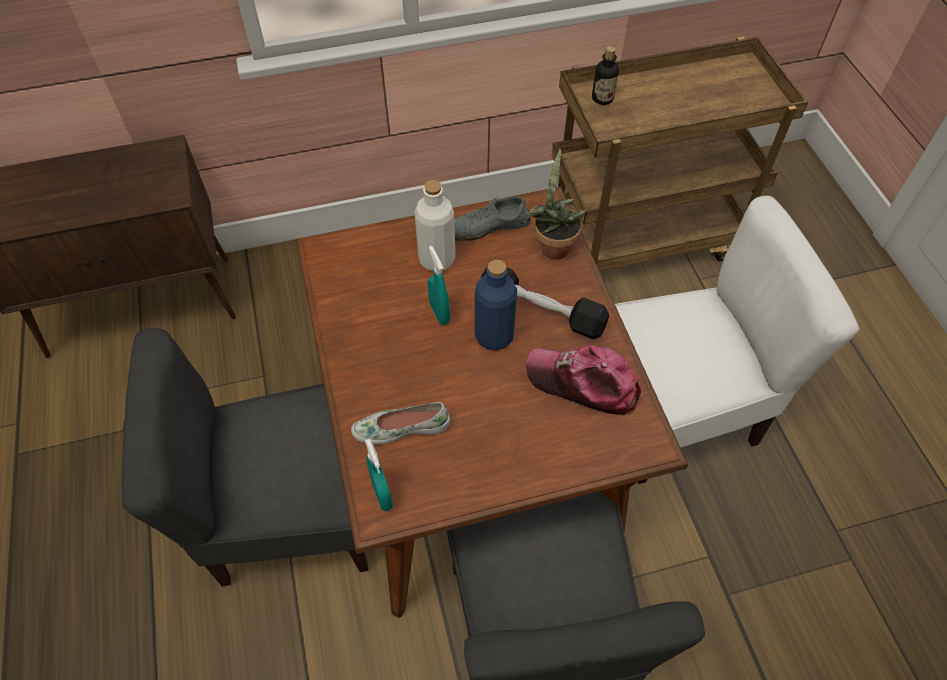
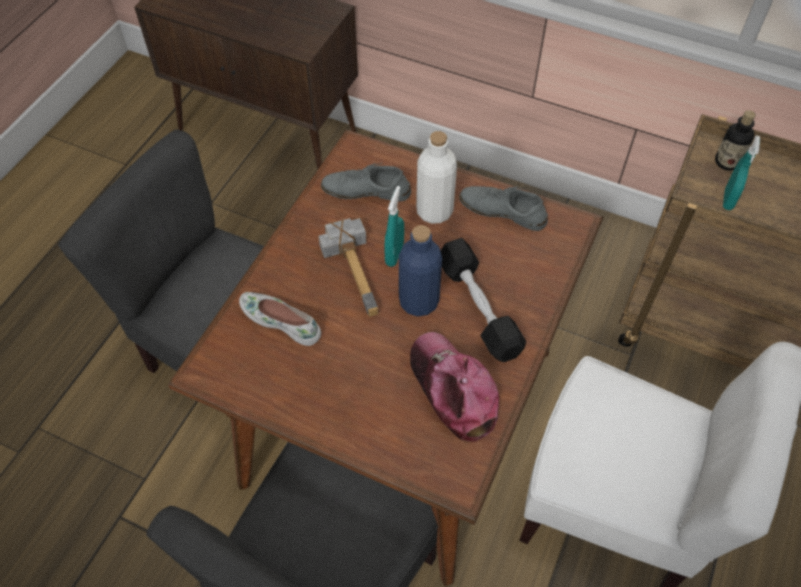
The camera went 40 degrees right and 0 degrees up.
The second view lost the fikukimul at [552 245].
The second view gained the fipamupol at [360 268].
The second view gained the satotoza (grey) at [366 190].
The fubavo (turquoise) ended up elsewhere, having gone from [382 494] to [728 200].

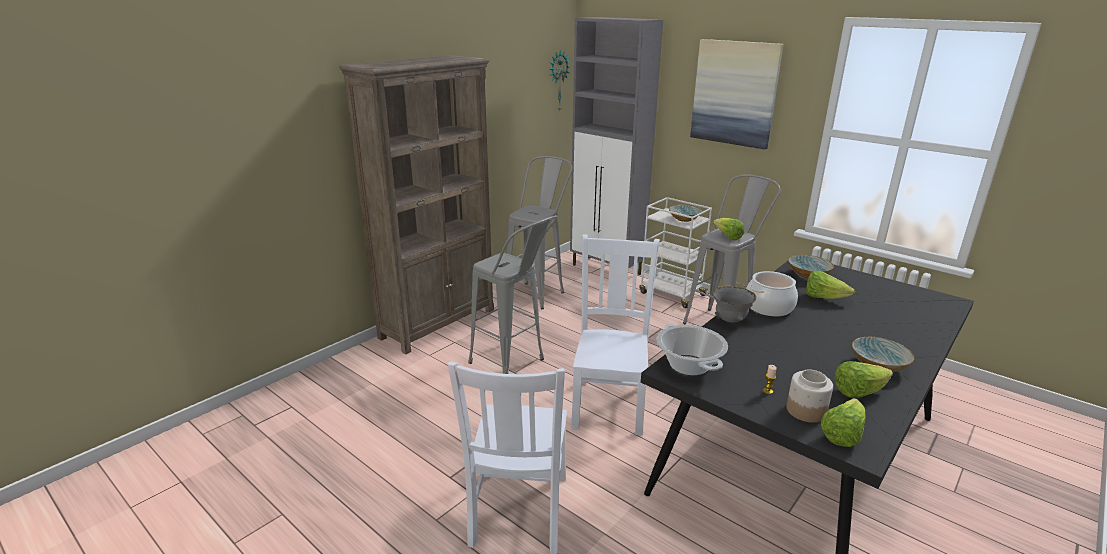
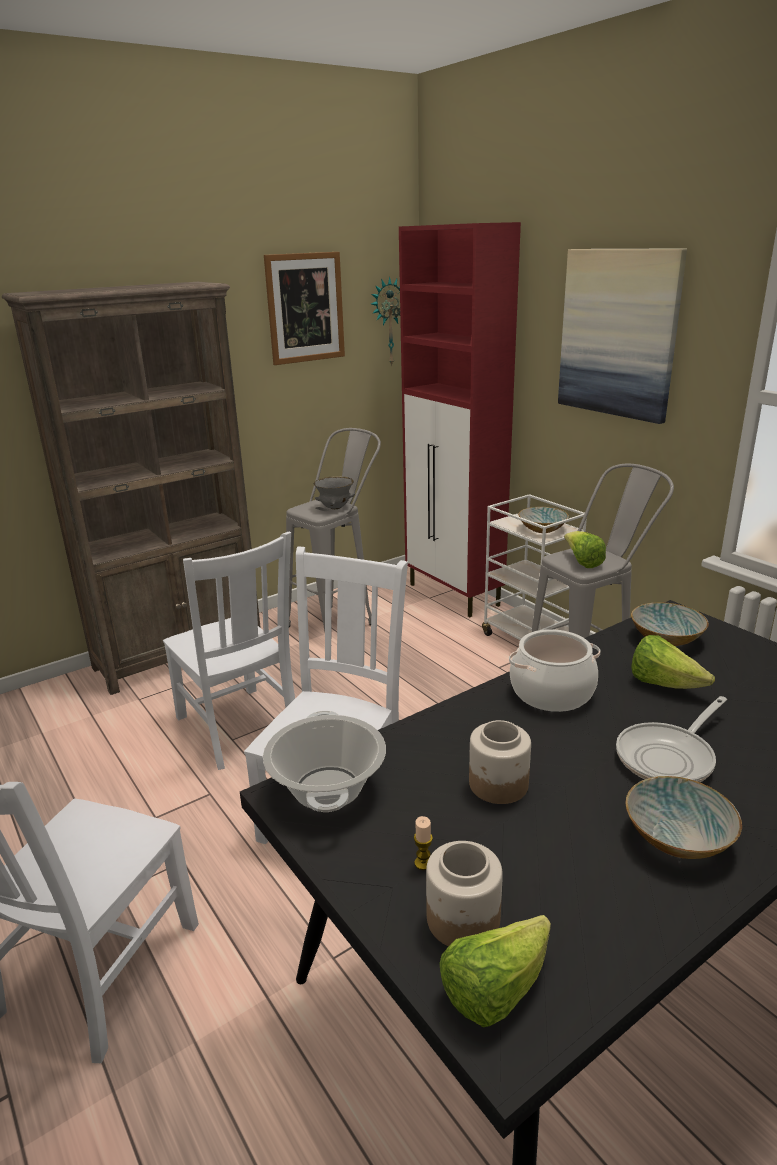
The camera went 15 degrees right and 0 degrees up.
The second view lost the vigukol at [858 392].
The second view gained the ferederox at [305 308].
The second view gained the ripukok at [498 785].
The second view gained the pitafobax at [669 757].
The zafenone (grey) ended up elsewhere, having gone from [730 320] to [335 508].
Where the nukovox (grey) stood at [514 365], the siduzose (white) came to stand at [239 728].
What was the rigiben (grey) at [607 270] turned into the rigiben (red) at [454 595].

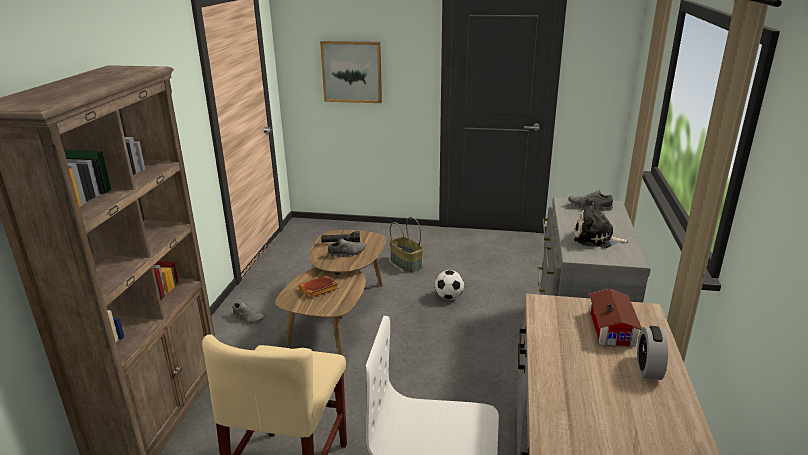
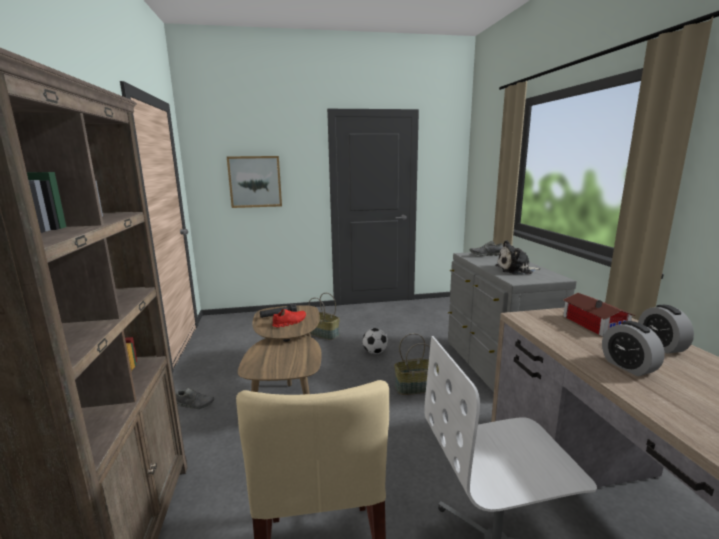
The camera went 20 degrees left and 10 degrees down.
The second view lost the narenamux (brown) at [318 290].
The second view gained the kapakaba at [416 387].
The second view gained the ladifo at [628 367].
What was the satotoza (grey) at [347 253] turned into the satotoza (red) at [289 322].

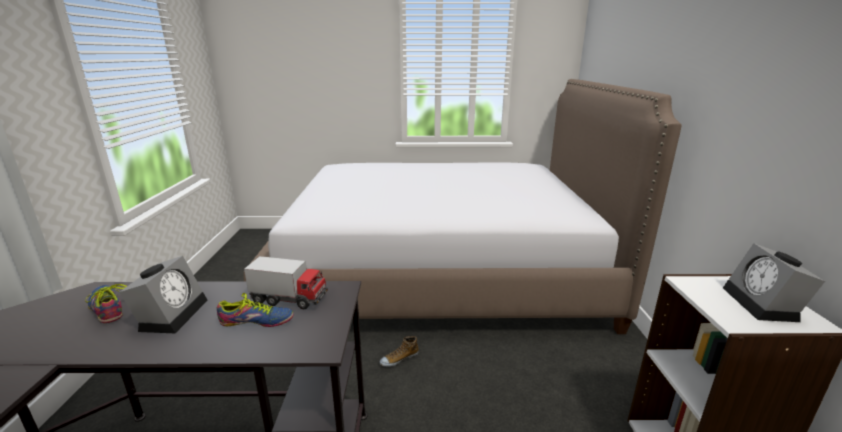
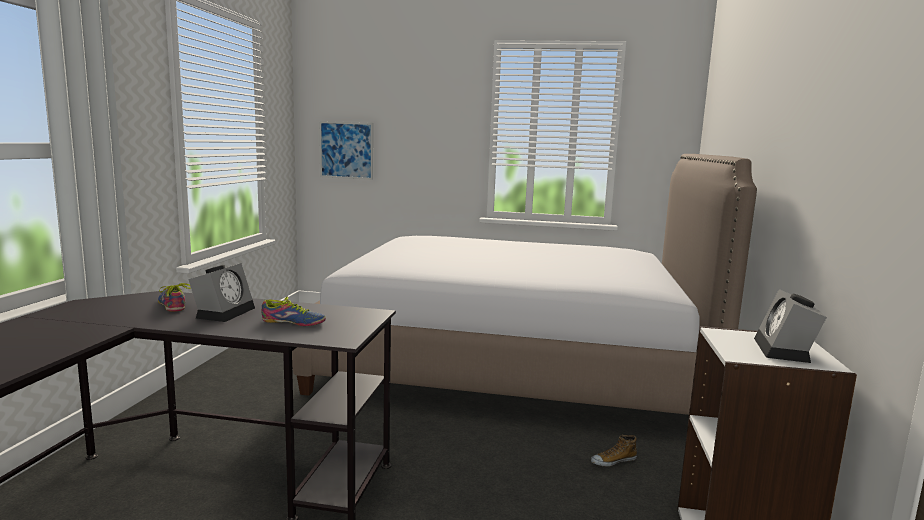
The camera went 10 degrees right and 10 degrees down.
The second view lost the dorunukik at [289 299].
The second view gained the ferederox at [346 150].
The satotoza ended up elsewhere, having gone from [399 358] to [613 461].

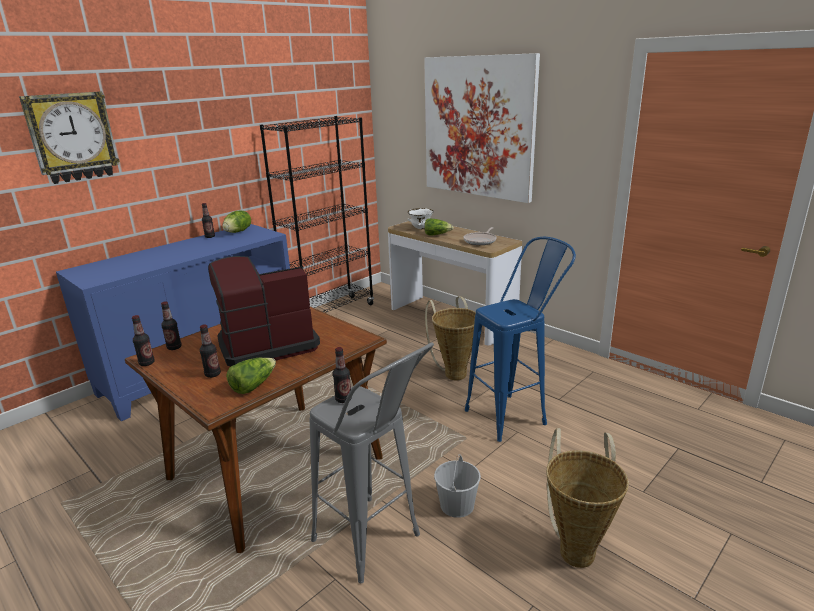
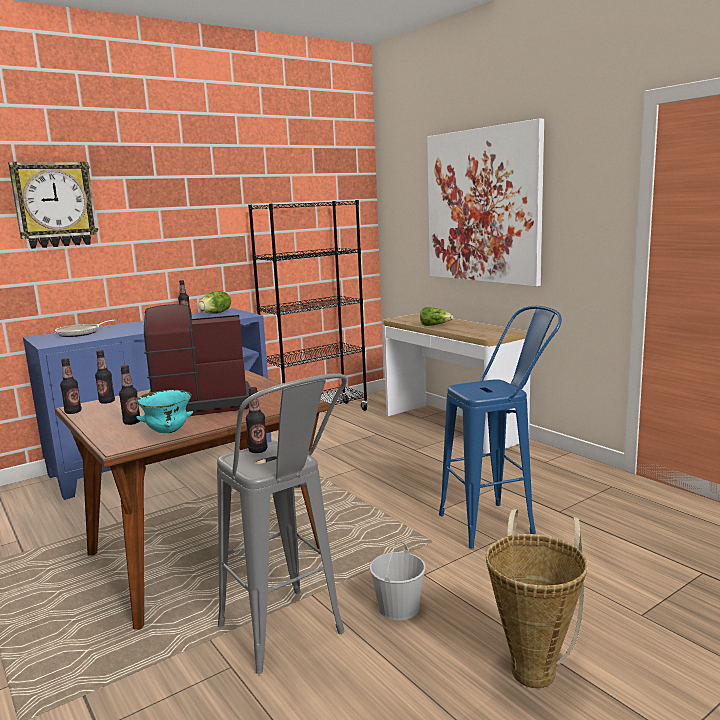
The camera went 10 degrees right and 10 degrees down.
The second view lost the zafenone (white) at [420 228].
The second view lost the kapakaba at [454 372].
The pitafobax ended up elsewhere, having gone from [480 241] to [80 333].
Where the vigukol stood at [253 385], the zafenone (turquoise) came to stand at [167 432].

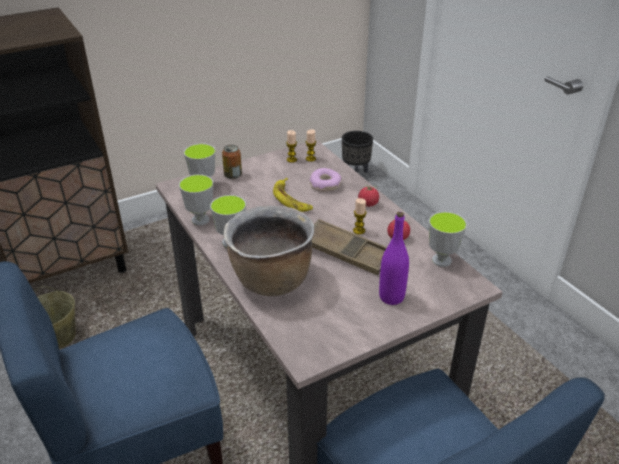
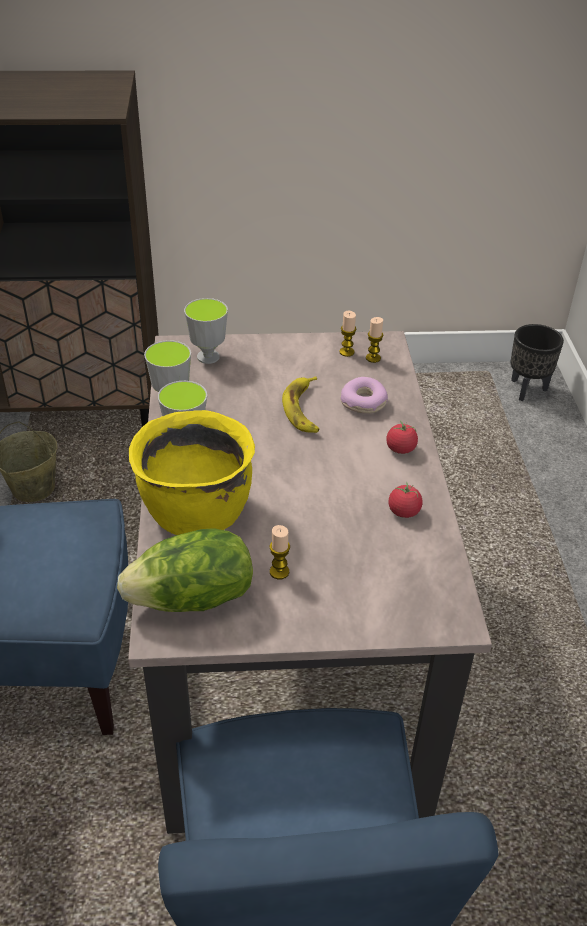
The camera went 25 degrees right and 5 degrees up.
The second view lost the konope at [233 175].
The second view lost the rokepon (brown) at [346 252].
The second view lost the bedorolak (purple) at [391 297].
The second view lost the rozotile at [441 260].
The second view gained the vigukol at [193 599].
The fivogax ended up elsewhere, having gone from [359 230] to [279 572].
What was the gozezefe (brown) at [271 280] turned into the gozezefe (yellow) at [195 513].

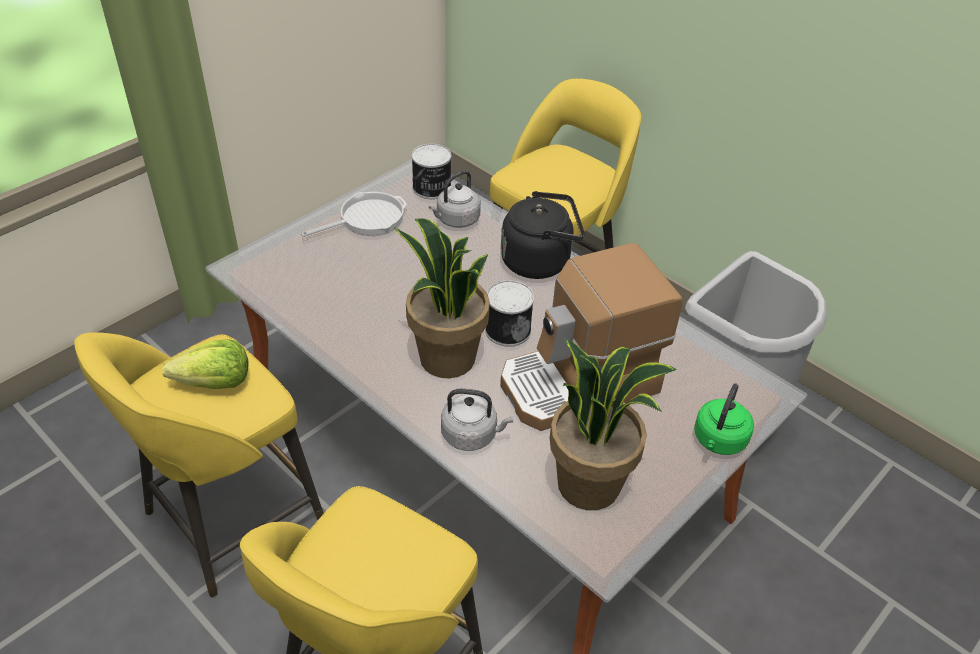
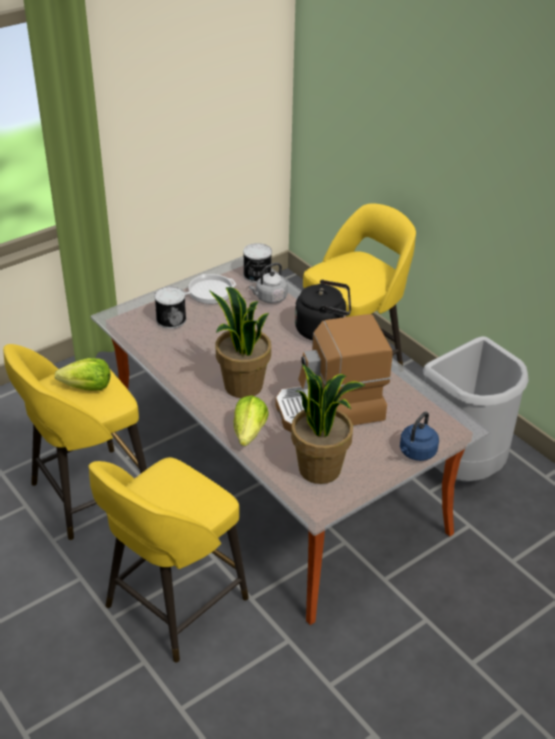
The camera went 10 degrees right and 5 degrees down.
The konope ended up elsewhere, having gone from [507 329] to [171 319].
Where the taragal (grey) stood at [472 435], the vigukol came to stand at [249 433].
What was the taragal (green) at [718 441] turned into the taragal (blue) at [416 453].

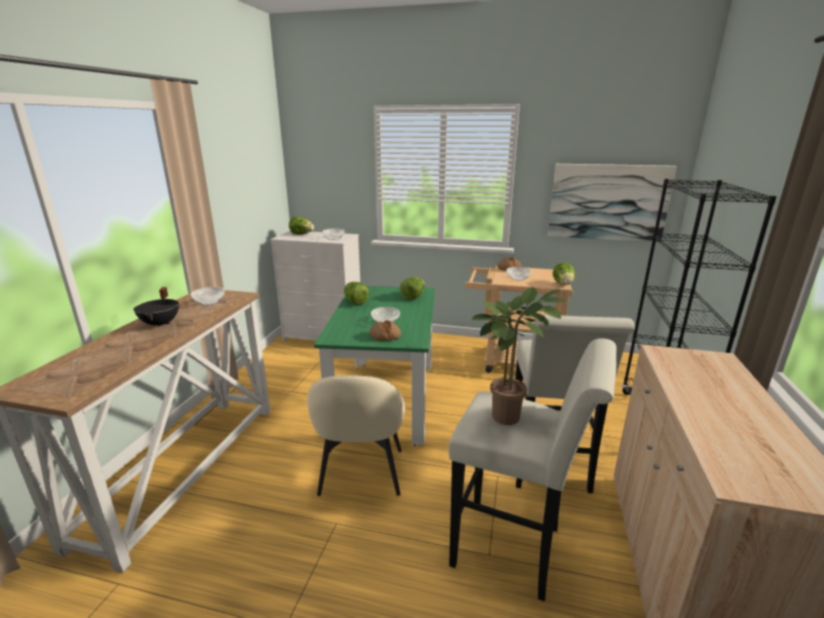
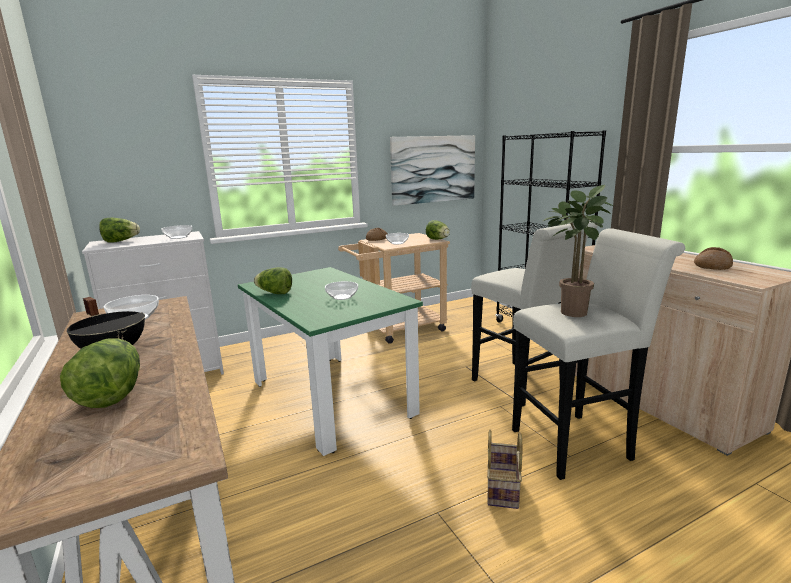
The camera went 40 degrees left and 5 degrees down.
The second view lost the siduzose (beige) at [361 474].
The second view gained the kapakaba at [503 489].
The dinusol ended up elsewhere, having gone from [385 336] to [712 266].
The vigukol ended up elsewhere, having gone from [413 296] to [112 394].

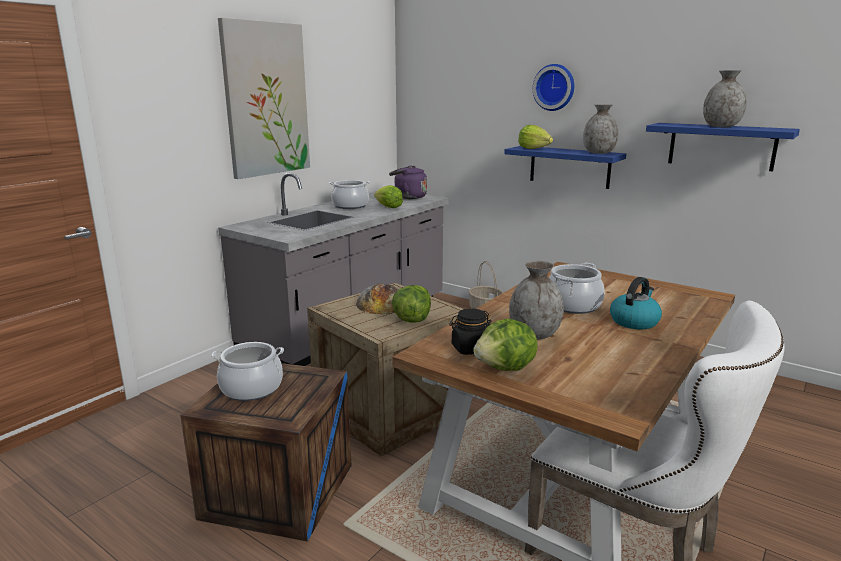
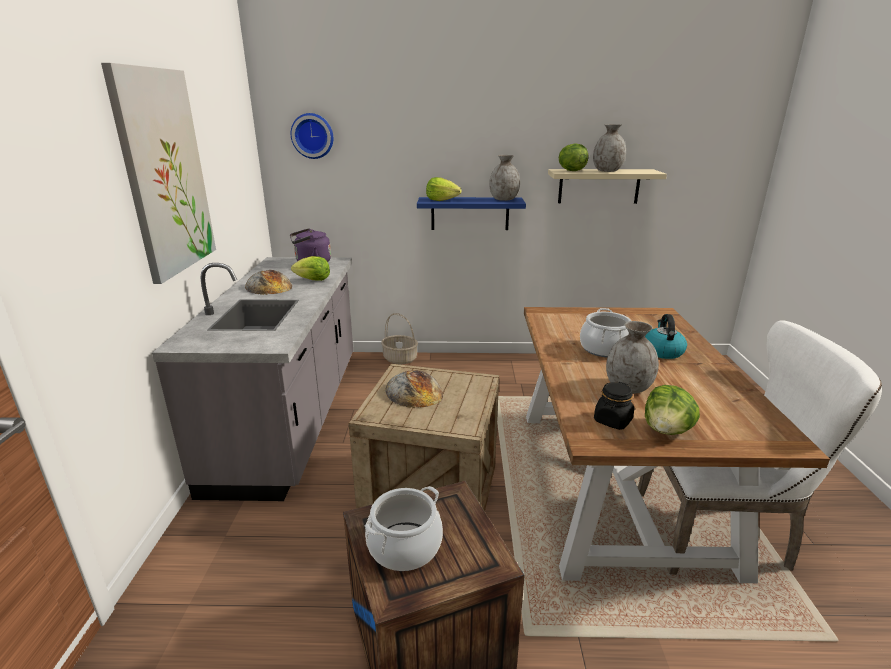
The camera went 35 degrees left and 5 degrees up.
The vigukol ended up elsewhere, having gone from [411 320] to [571 171].
The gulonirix ended up elsewhere, having gone from [554 87] to [313 136].
Where the gozezefe stood at [350 206], the dinusol came to stand at [269 286].
What was the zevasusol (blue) at [721 146] turned into the zevasusol (beige) at [599 186].

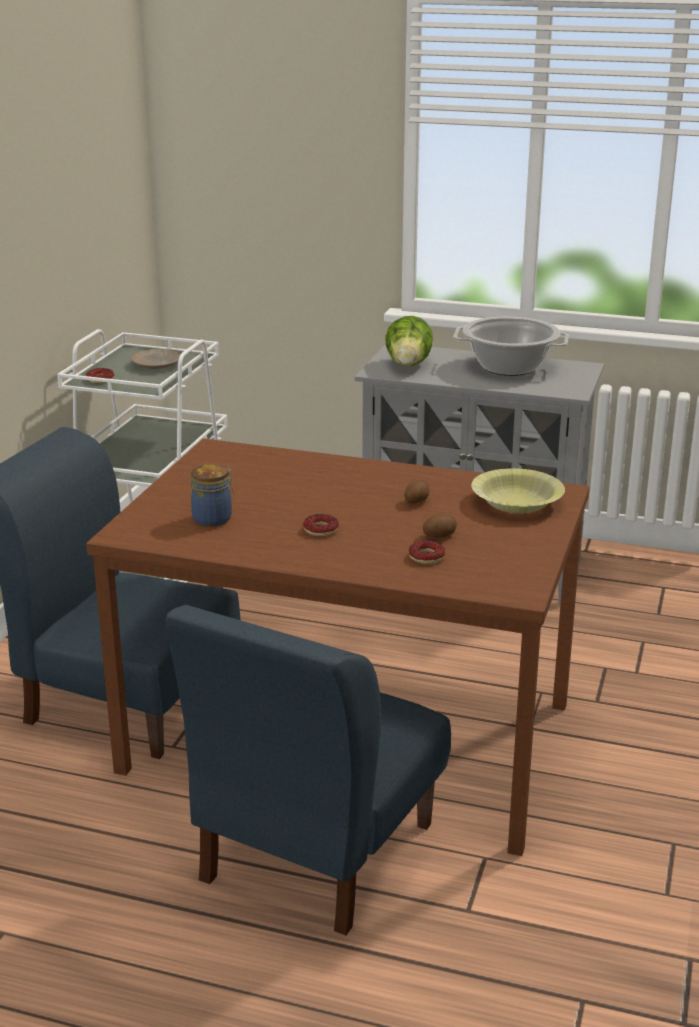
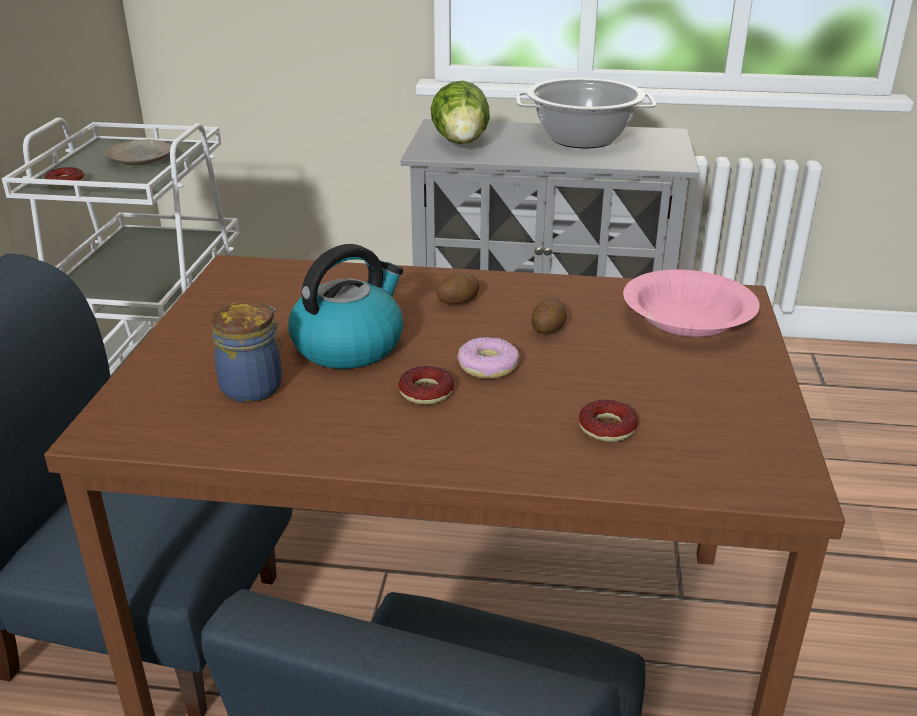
The camera went 10 degrees left and 5 degrees up.
The second view gained the taragal at [349 345].
The second view gained the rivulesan at [487 367].
The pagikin ended up elsewhere, having gone from [440 536] to [458 302].
What was the zafenone (yellow) at [516 503] turned into the zafenone (pink) at [686 320].

